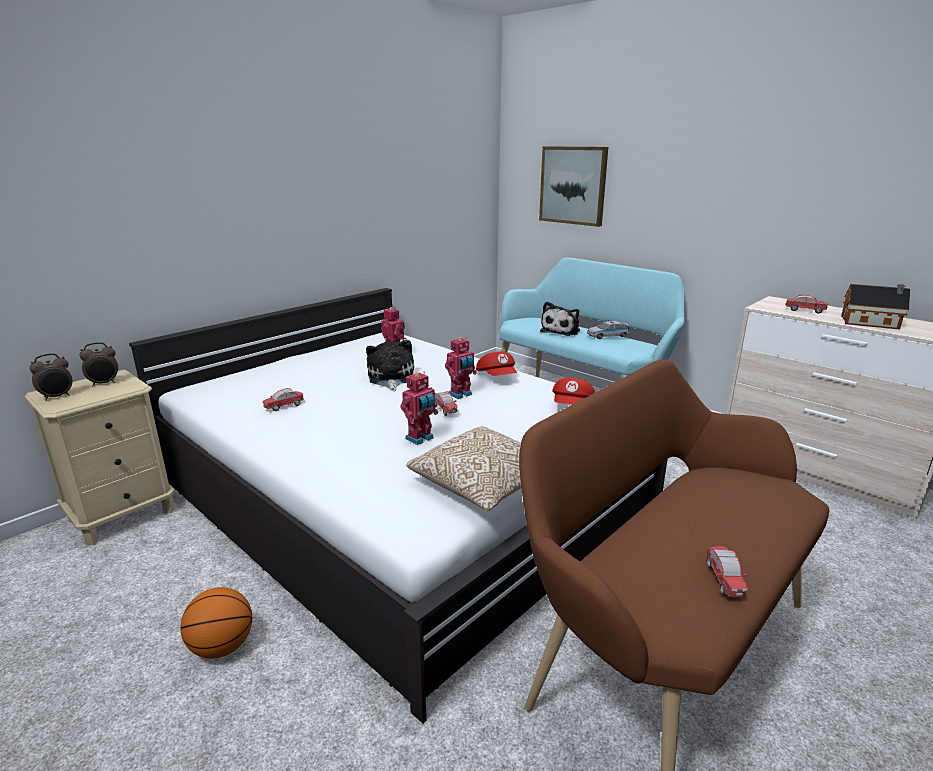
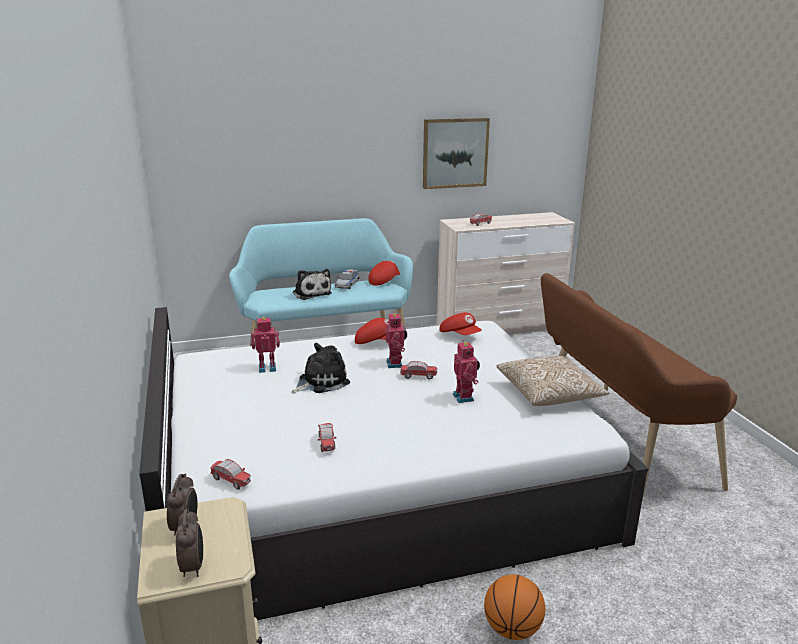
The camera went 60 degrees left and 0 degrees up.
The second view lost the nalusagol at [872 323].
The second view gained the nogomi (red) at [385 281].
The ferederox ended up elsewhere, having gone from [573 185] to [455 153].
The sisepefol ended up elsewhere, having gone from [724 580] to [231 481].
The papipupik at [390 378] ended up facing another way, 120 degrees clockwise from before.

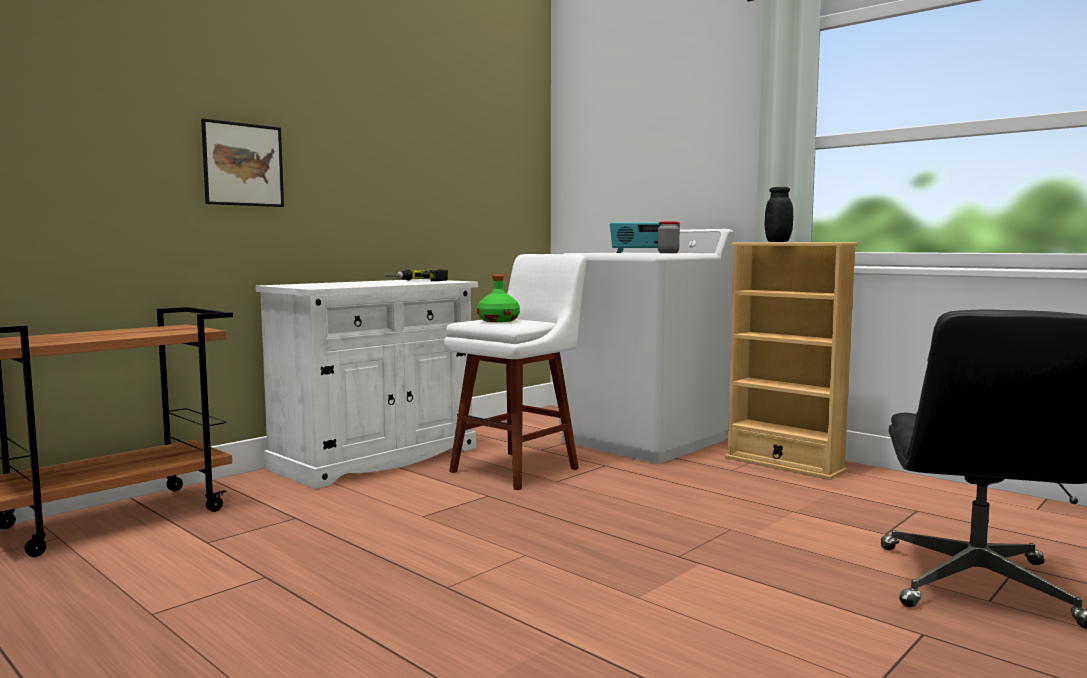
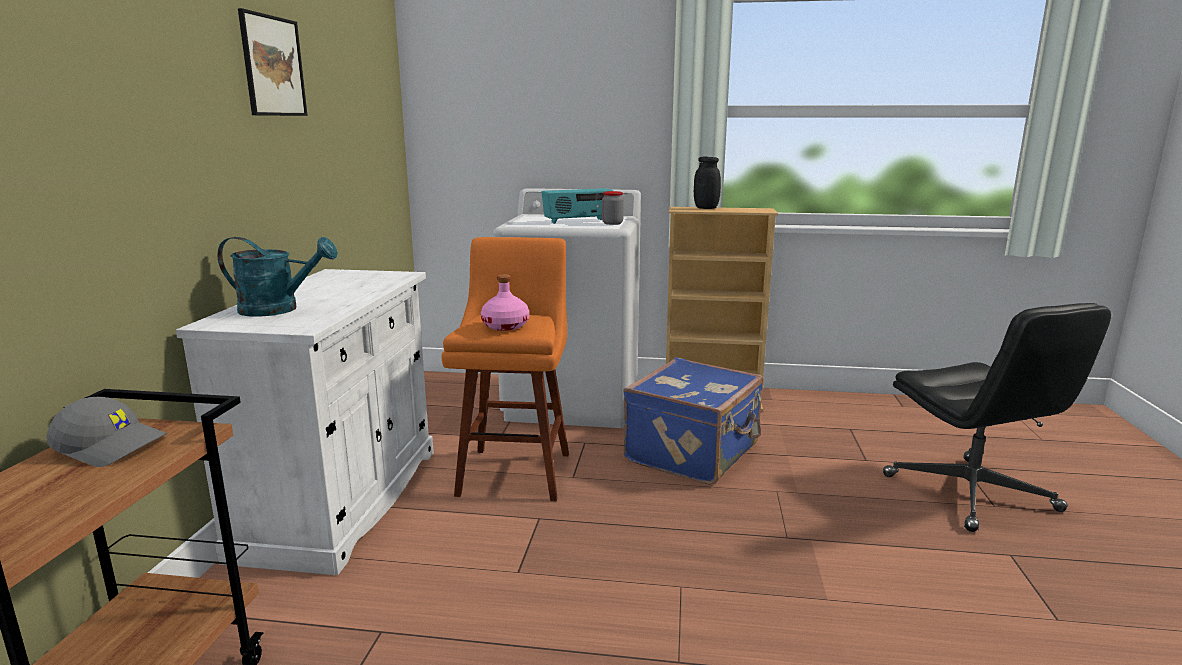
The camera went 35 degrees left and 10 degrees up.
The second view lost the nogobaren at [417 281].
The second view gained the nogomi (grey) at [112 446].
The second view gained the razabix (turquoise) at [279 309].
The second view gained the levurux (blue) at [694 453].
The ferederox ended up elsewhere, having gone from [243 164] to [273 66].
What was the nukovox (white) at [519 468] turned into the nukovox (orange) at [516 470].
What was the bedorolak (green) at [499 320] turned into the bedorolak (pink) at [506 326].

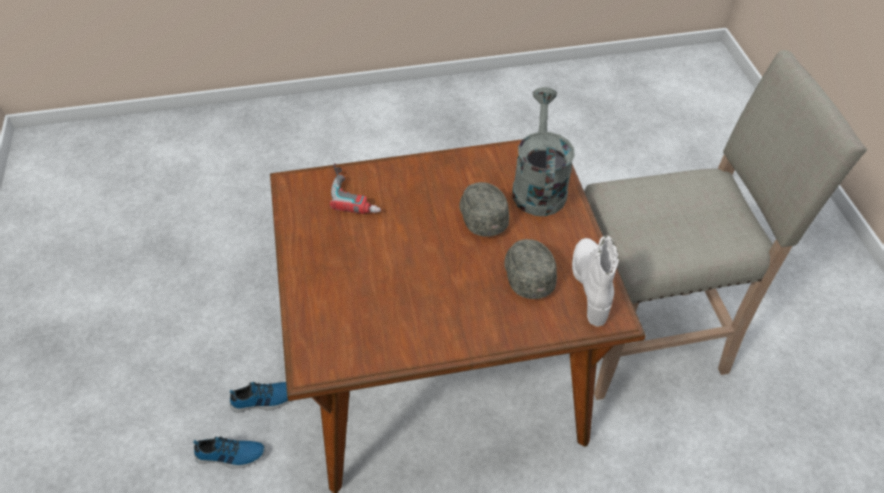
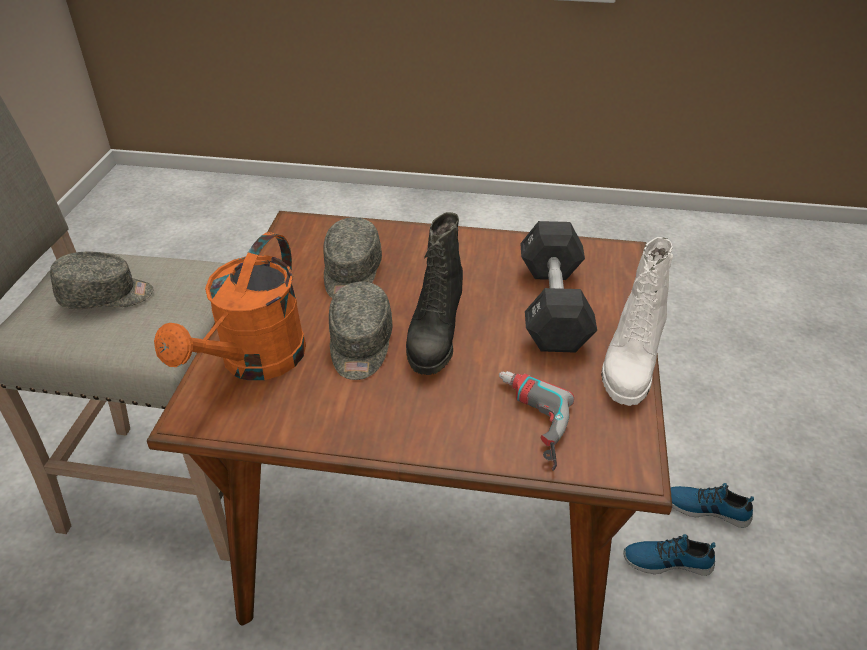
The camera went 160 degrees left and 10 degrees down.
The second view gained the nogomi (grey) at [106 296].
The second view gained the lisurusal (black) at [434 336].
The second view gained the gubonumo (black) at [553 306].
The lisurusal (white) ended up elsewhere, having gone from [591 286] to [629 364].
What was the razabix (grey) at [538 185] turned into the razabix (orange) at [255 363].

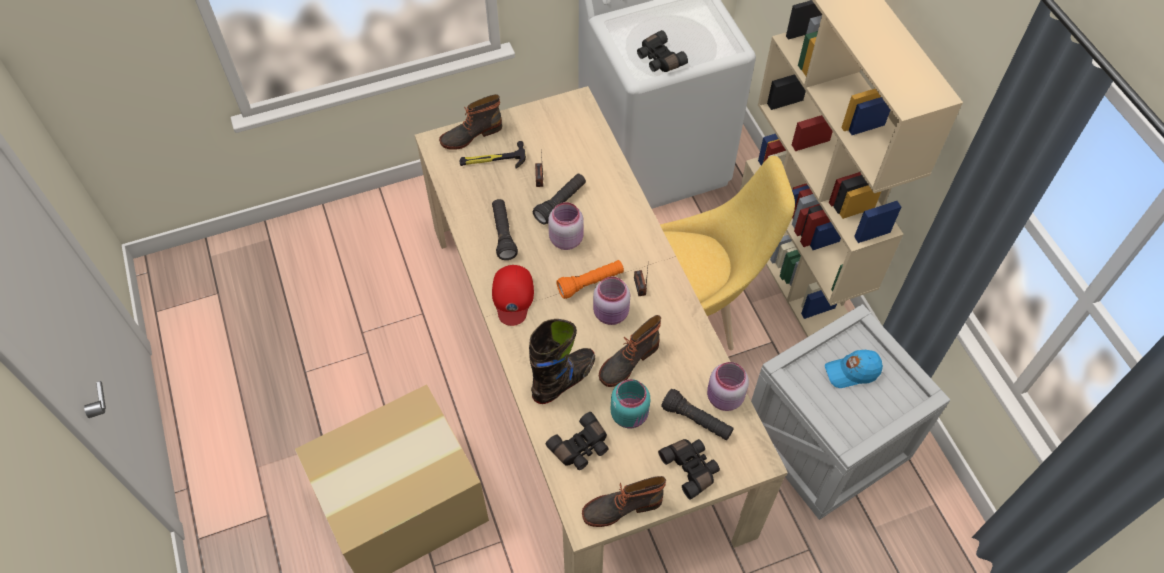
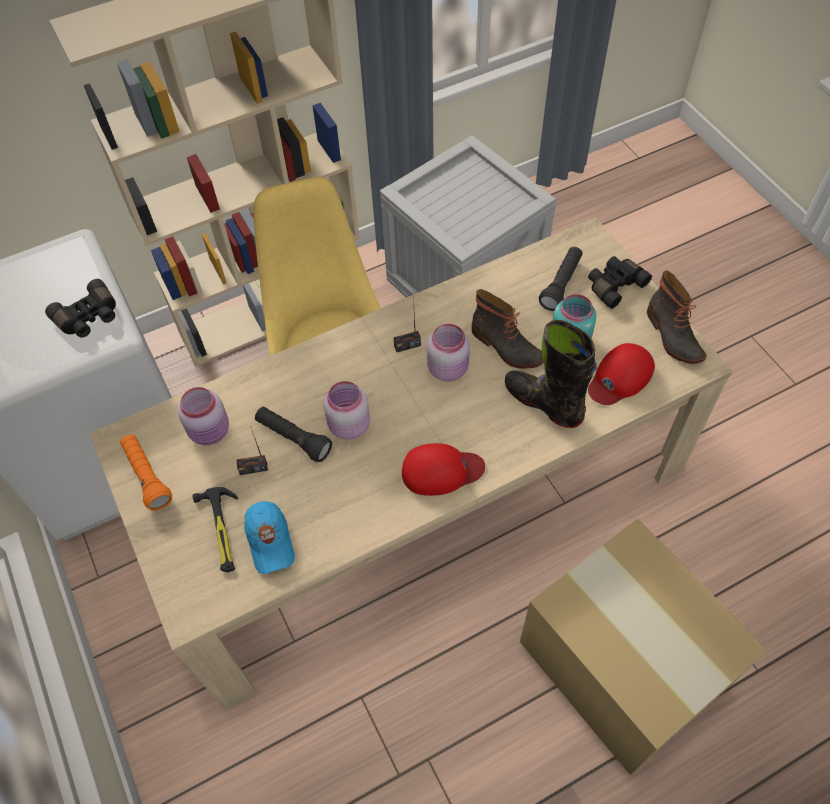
The camera went 95 degrees left and 0 degrees up.
The second view lost the lisurusal at [470 134].
The second view lost the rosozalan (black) at [503 234].
The rosozalan (orange) ended up elsewhere, having gone from [590 283] to [147 476].
The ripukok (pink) ended up elsewhere, having gone from [724 398] to [211 431].
The nogomi (blue) ended up elsewhere, having gone from [852 372] to [270 541].
Where the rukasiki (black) stood at [581 448], the nogomi (red) came to stand at [620 377].

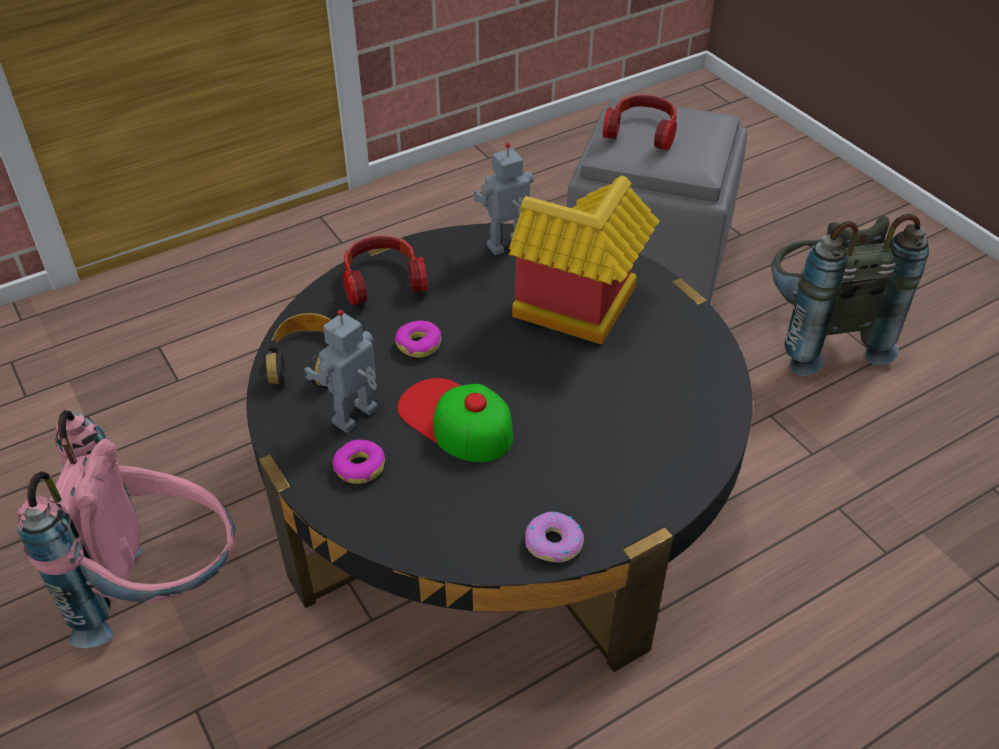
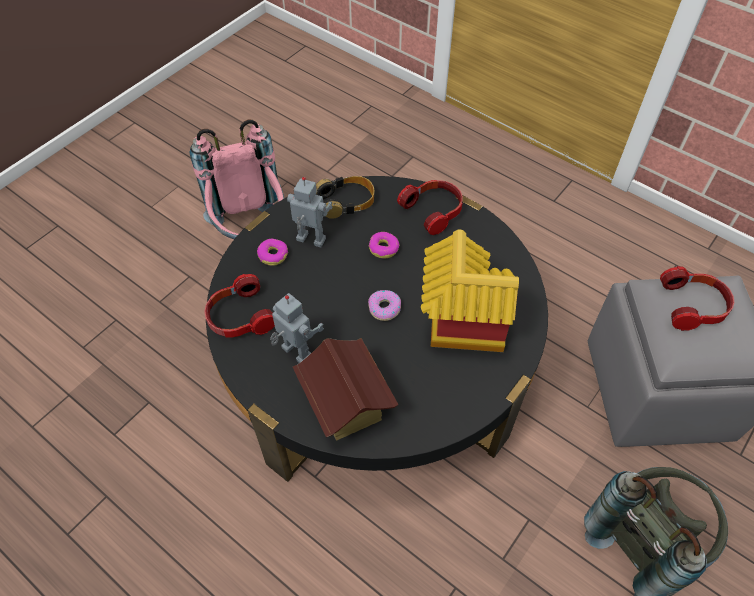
The camera went 70 degrees right and 10 degrees up.
The second view lost the nogomi at [455 420].
The second view gained the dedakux at [239 317].
The second view gained the nalusagol at [345 406].
The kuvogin ended up elsewhere, having gone from [508 247] to [295 353].
The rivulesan ended up elsewhere, having gone from [553 543] to [384 308].

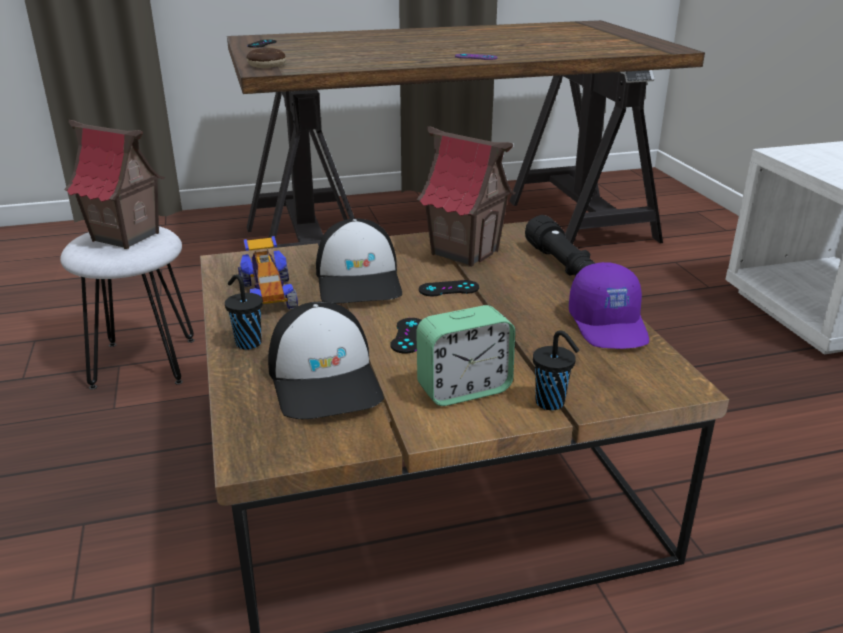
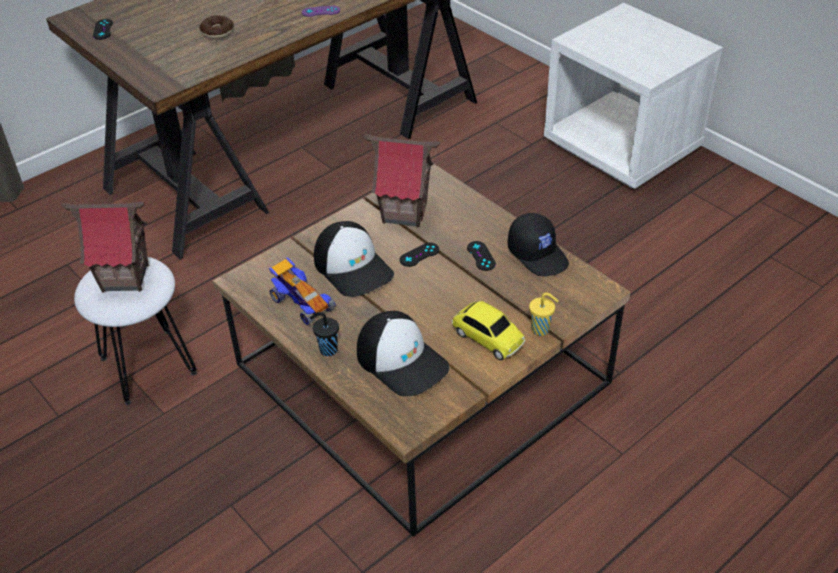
The camera went 25 degrees left and 15 degrees up.
The second view lost the rosozalan (black) at [562 265].
The rivulesan ended up elsewhere, having gone from [266 65] to [217 32].
The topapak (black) ended up elsewhere, having gone from [408 336] to [481 256].
Where the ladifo stood at [464 389], the sisepefol came to stand at [487 338].
What was the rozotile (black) at [551 403] turned into the rozotile (yellow) at [541 330].
What was the nogomi (purple) at [609 325] turned into the nogomi (black) at [538 254].

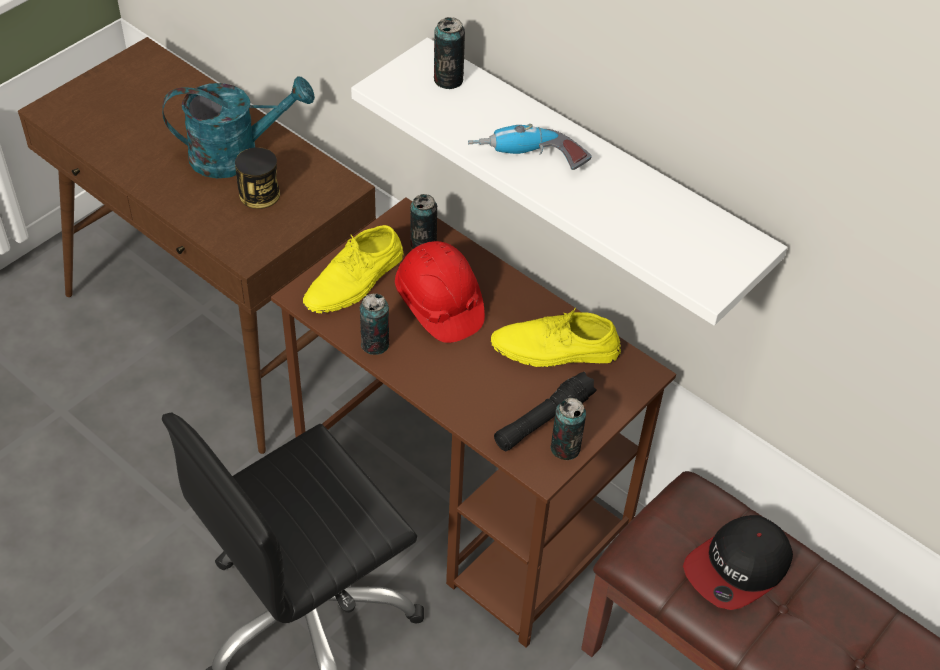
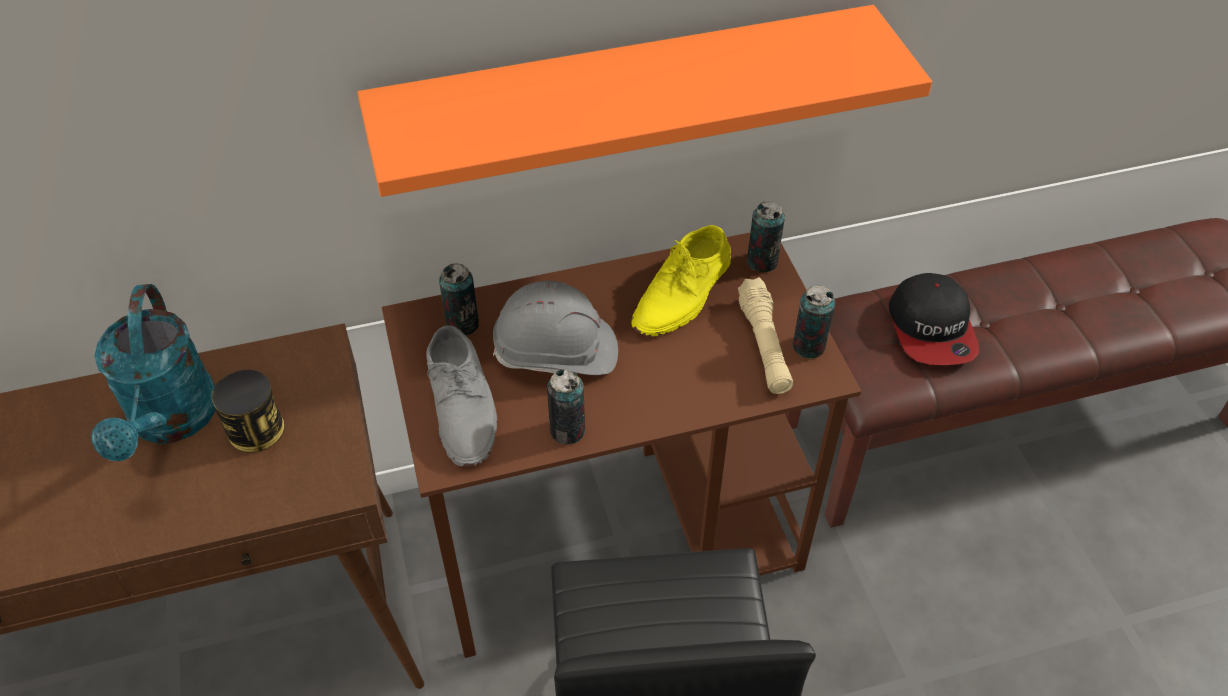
The camera went 55 degrees left and 0 degrees up.
The second view lost the nogobaren at [528 160].
The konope ended up elsewhere, having gone from [448 80] to [762 262].
What was the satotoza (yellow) at [355 280] turned into the satotoza (grey) at [463 405].
What was the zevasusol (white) at [589 173] turned into the zevasusol (orange) at [625 96].
What was the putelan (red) at [438 305] turned into the putelan (grey) at [556 352].
What was the rosozalan (black) at [543 420] turned into the rosozalan (beige) at [764 345].
The razabix (turquoise) at [237 155] ended up facing another way, 150 degrees clockwise from before.

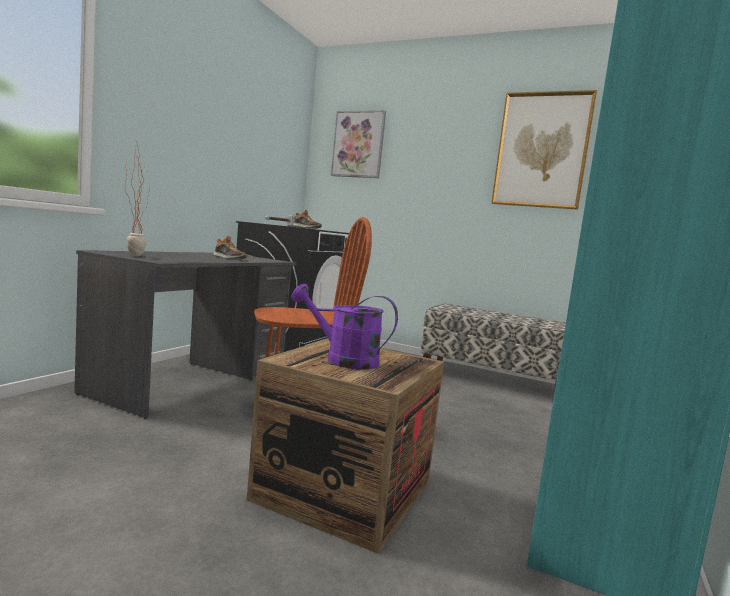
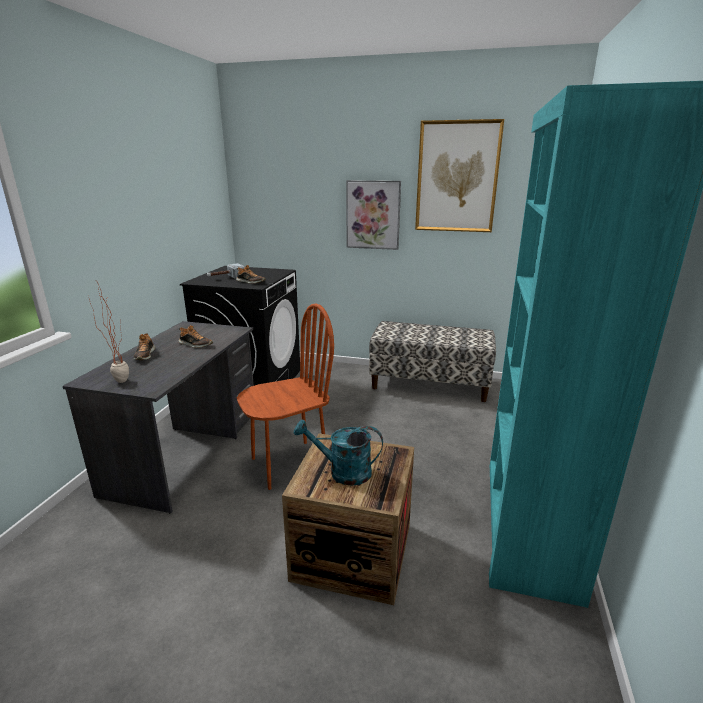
The camera went 10 degrees left and 15 degrees up.
The second view gained the satotoza at [145 355].
The ferederox ended up elsewhere, having gone from [358 144] to [373 215].
What was the razabix (purple) at [342 360] turned into the razabix (turquoise) at [342 472].

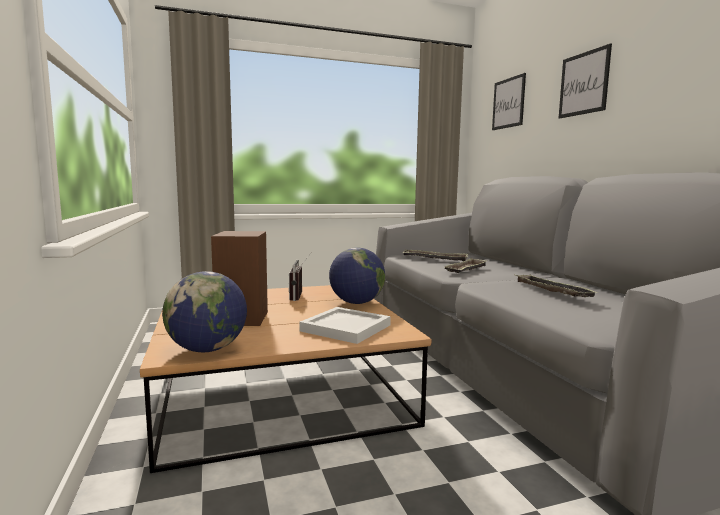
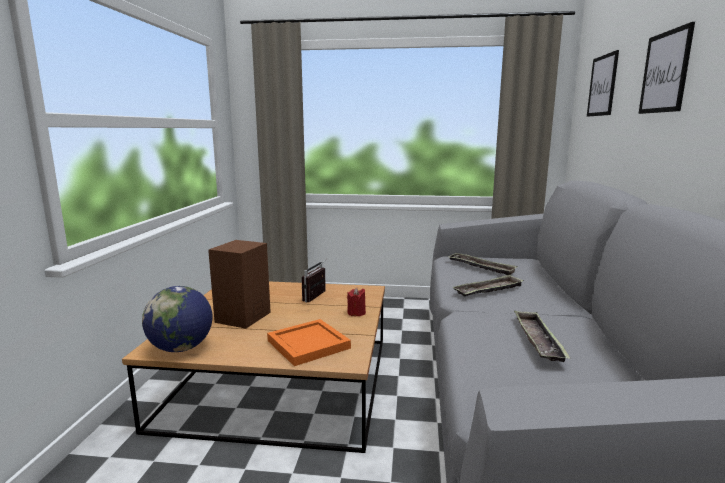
The camera went 25 degrees right and 5 degrees up.
Where the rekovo stood at [356 303], the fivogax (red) came to stand at [356 313].
What was the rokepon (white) at [346 328] turned into the rokepon (orange) at [308 345].

